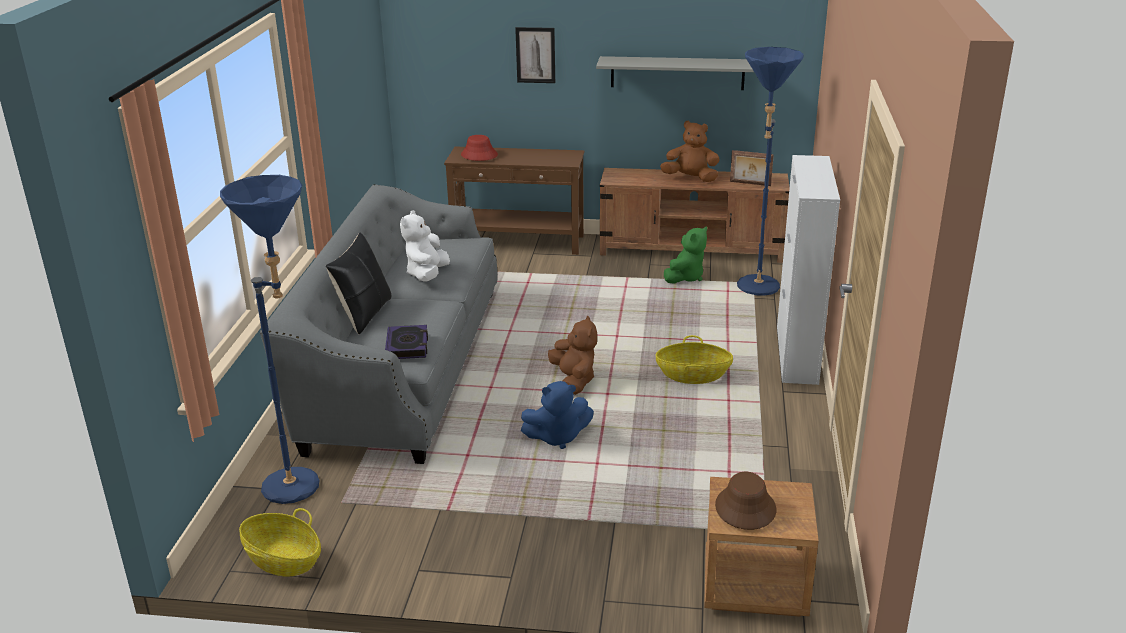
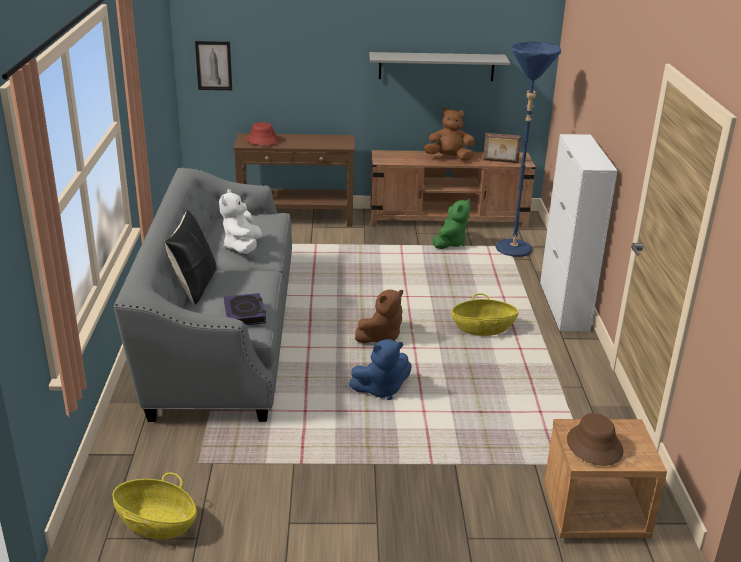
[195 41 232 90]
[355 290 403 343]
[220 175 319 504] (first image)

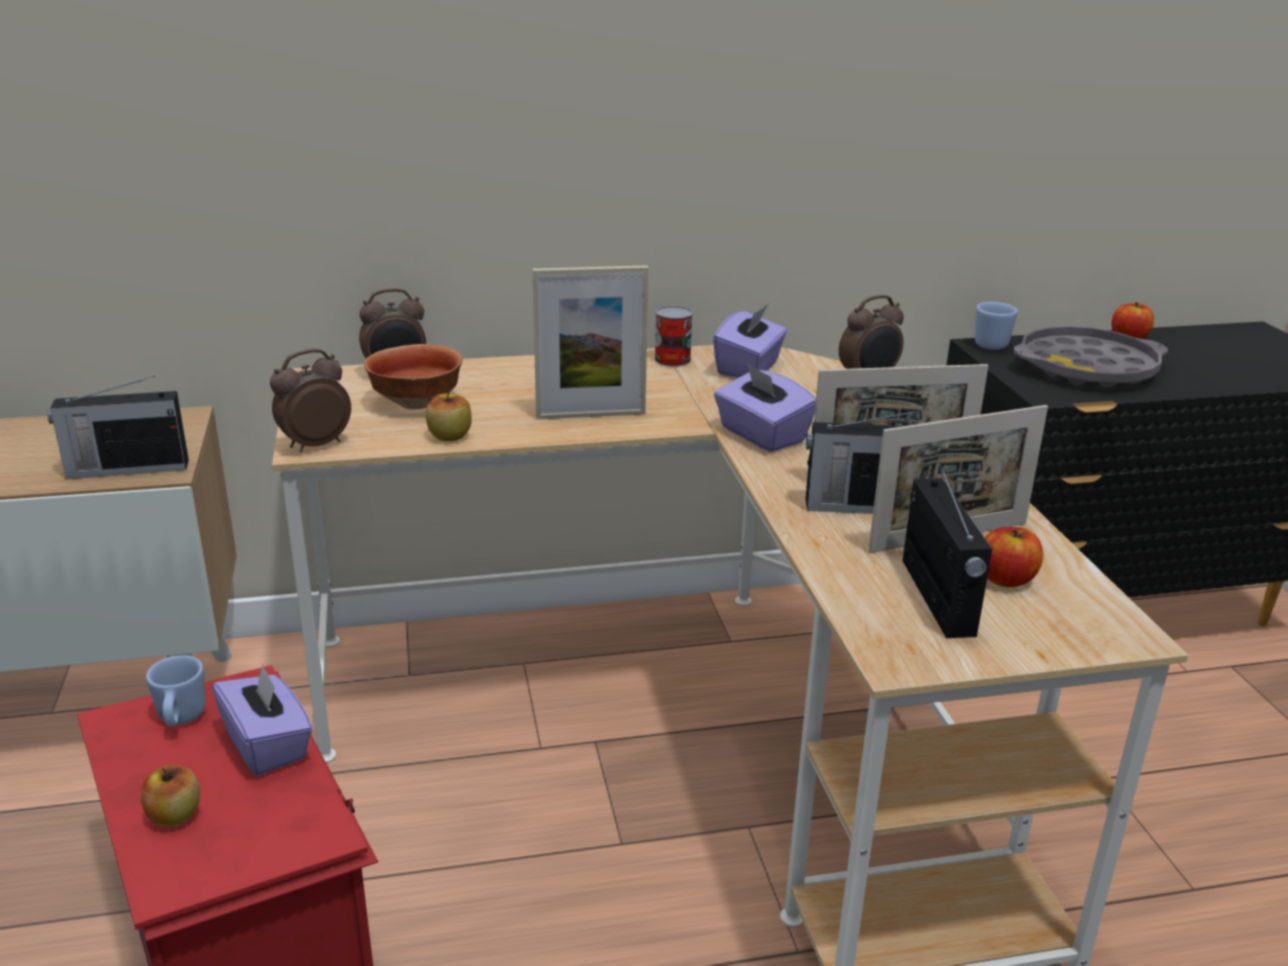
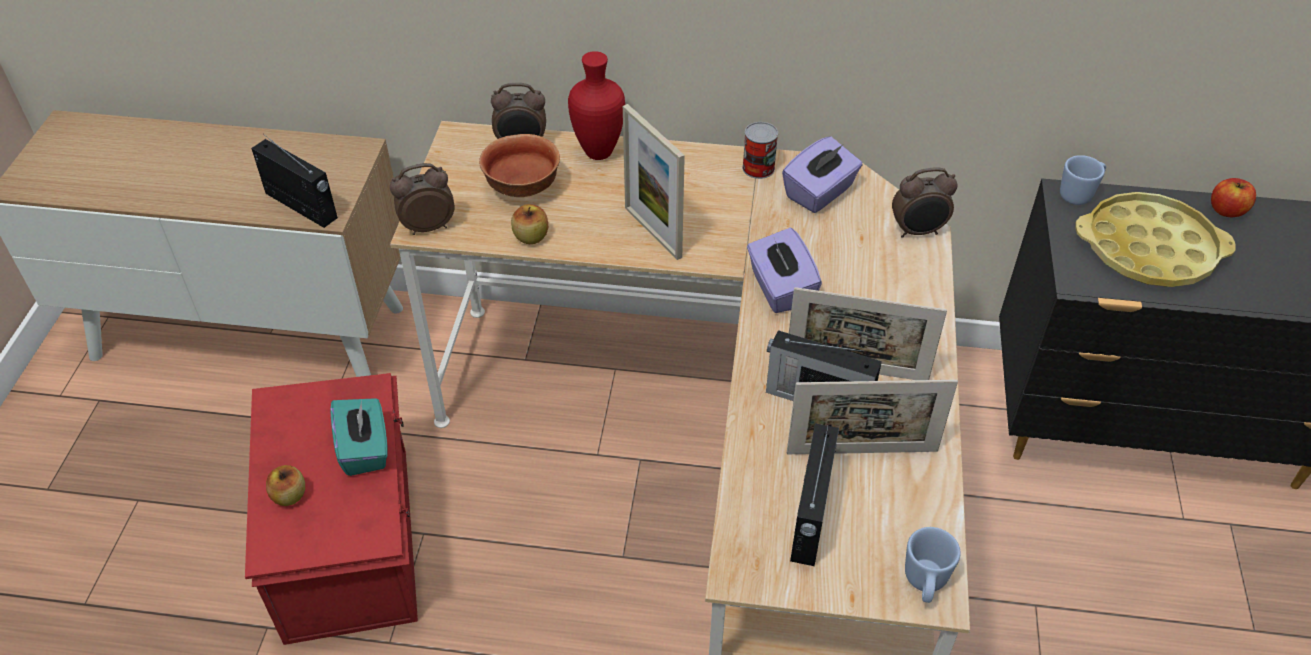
[251 134 338 228]
[330 398 387 476]
[568 51 625 160]
[623 104 685 260]
[905 527 960 603]
[1075 192 1236 287]
[985 527 1043 587] (first image)

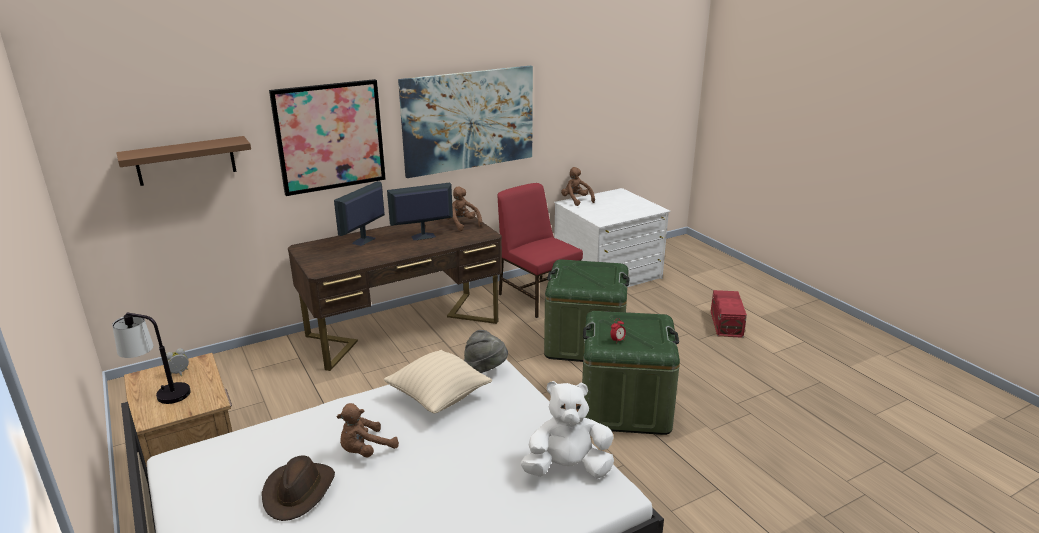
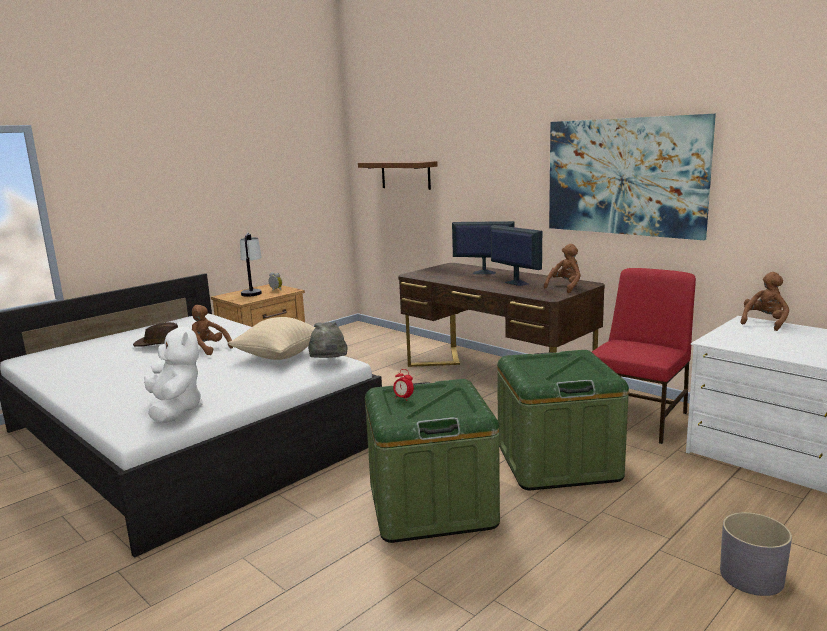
[720 512 792 596]
[269 79 386 196] (first image)

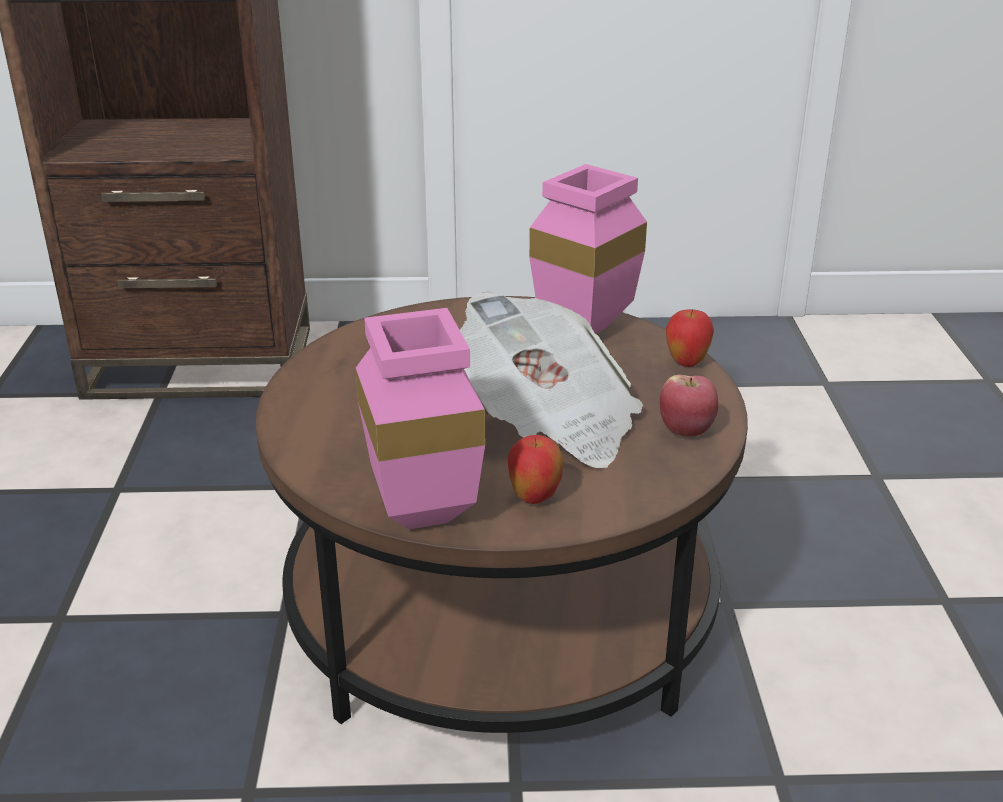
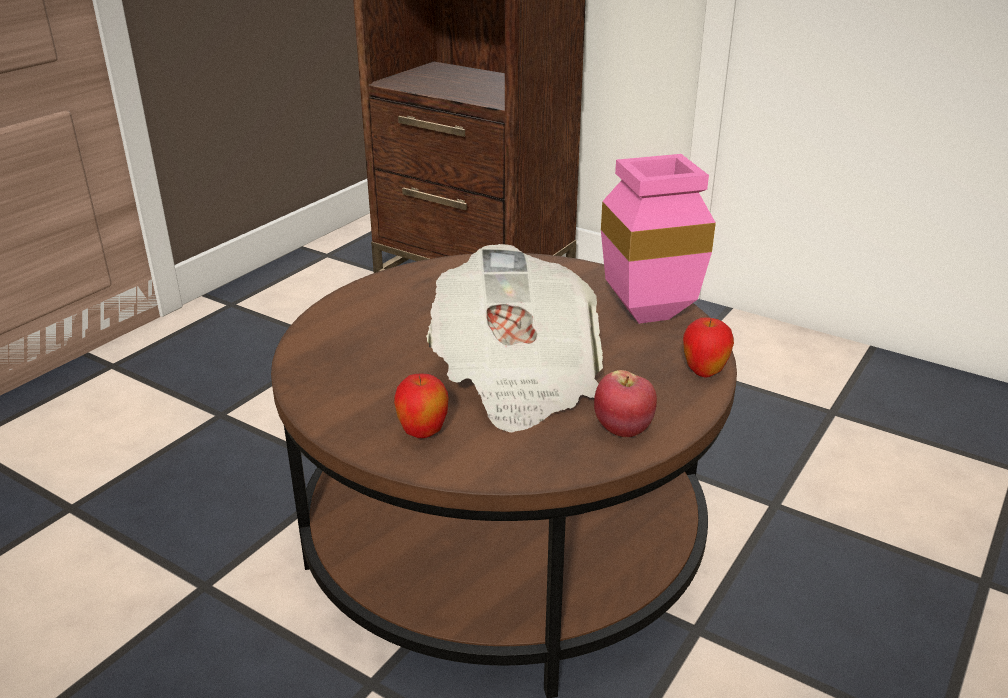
[356 308 485 529] (first image)

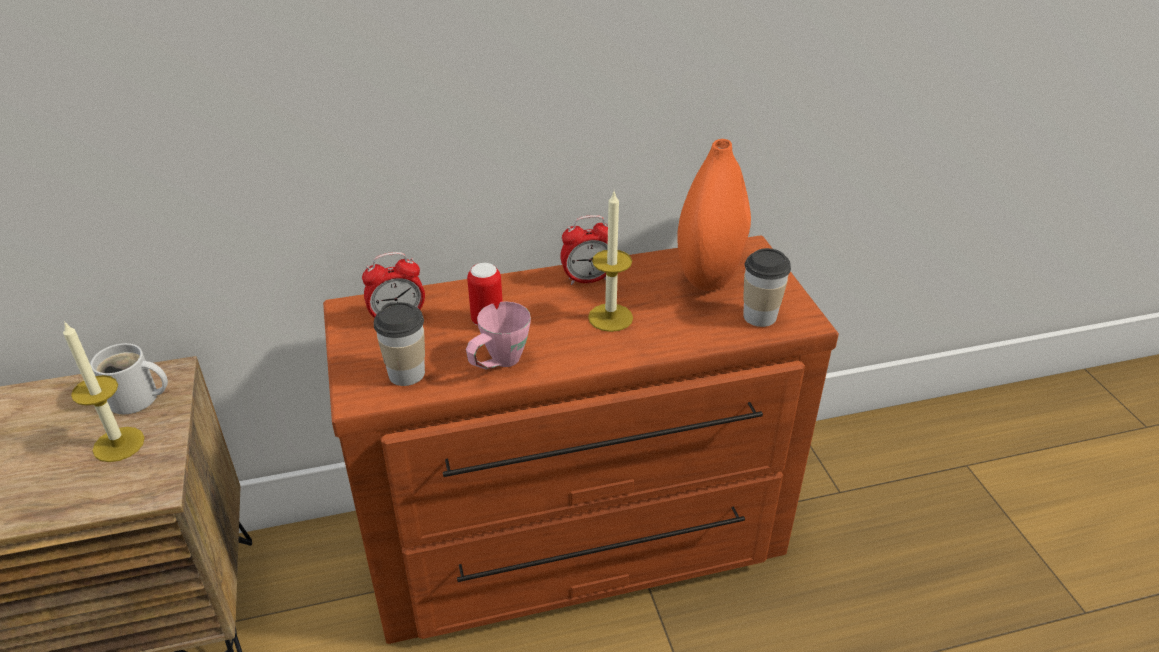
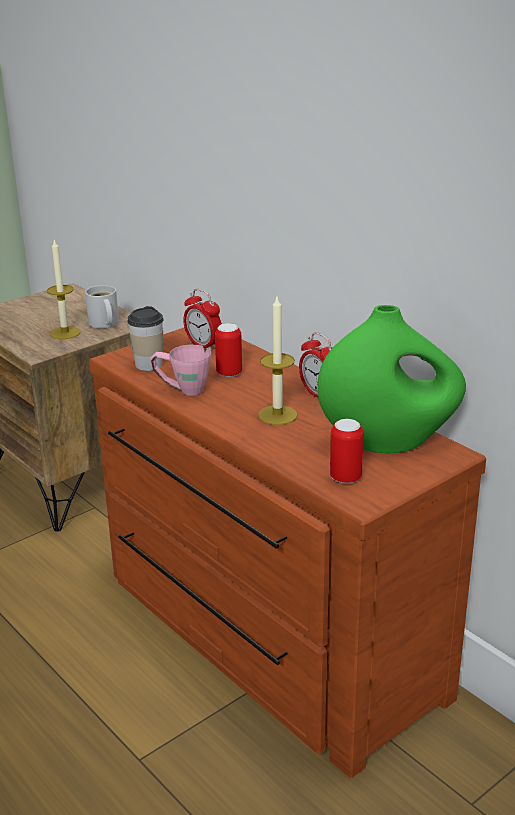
[317 305 466 453]
[330 419 364 484]

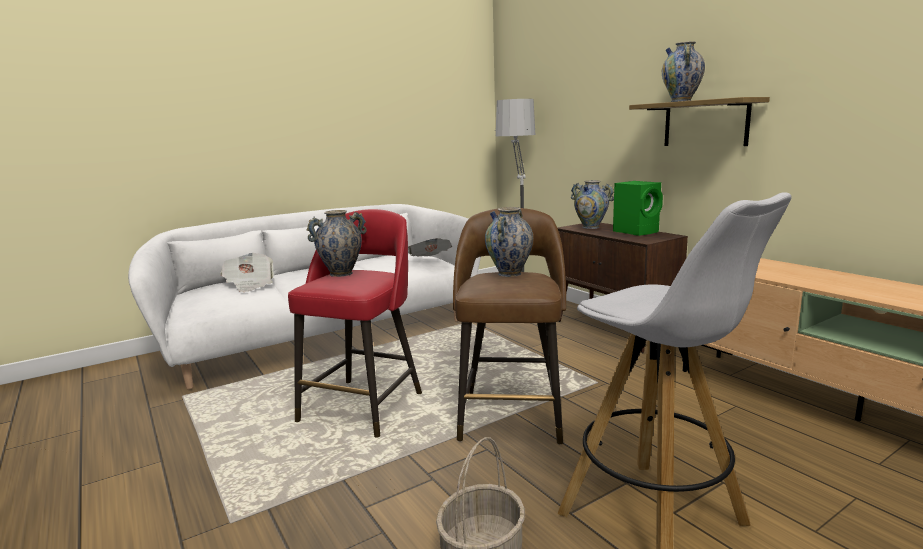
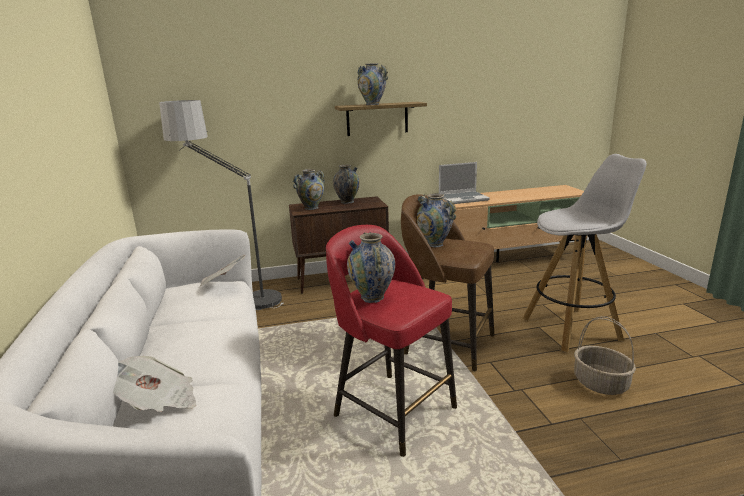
[333 164 360 204]
[439 162 490 204]

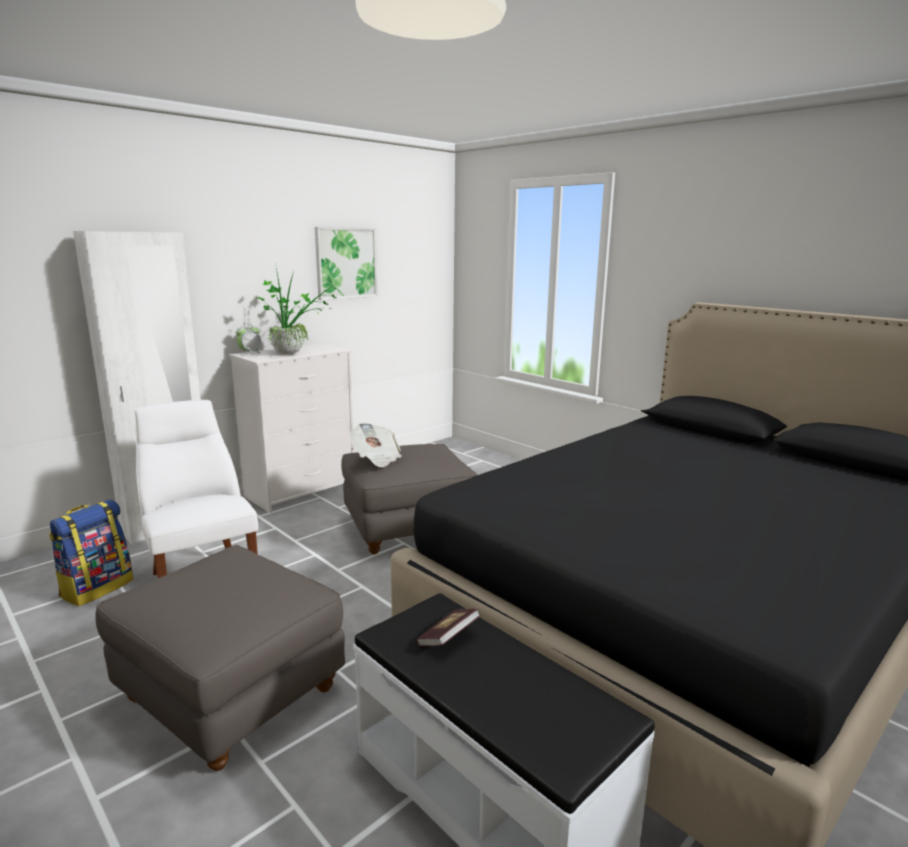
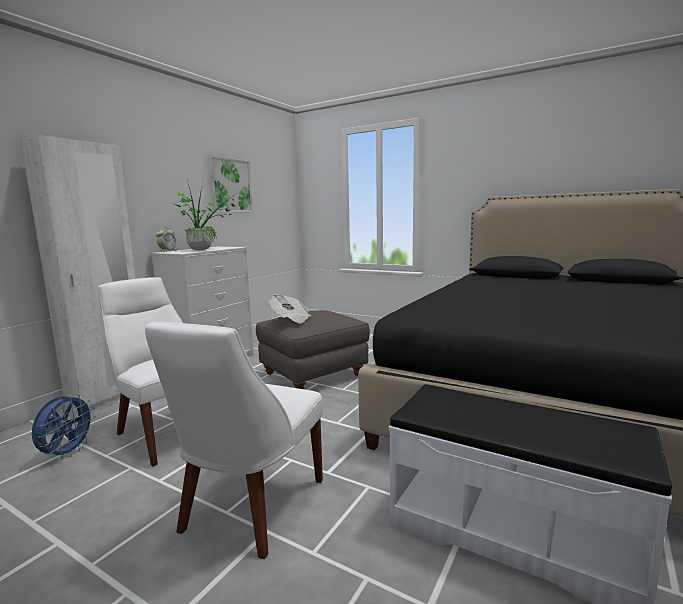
[32 393 96 459]
[145 321 323 559]
[416 609 480 646] (first image)

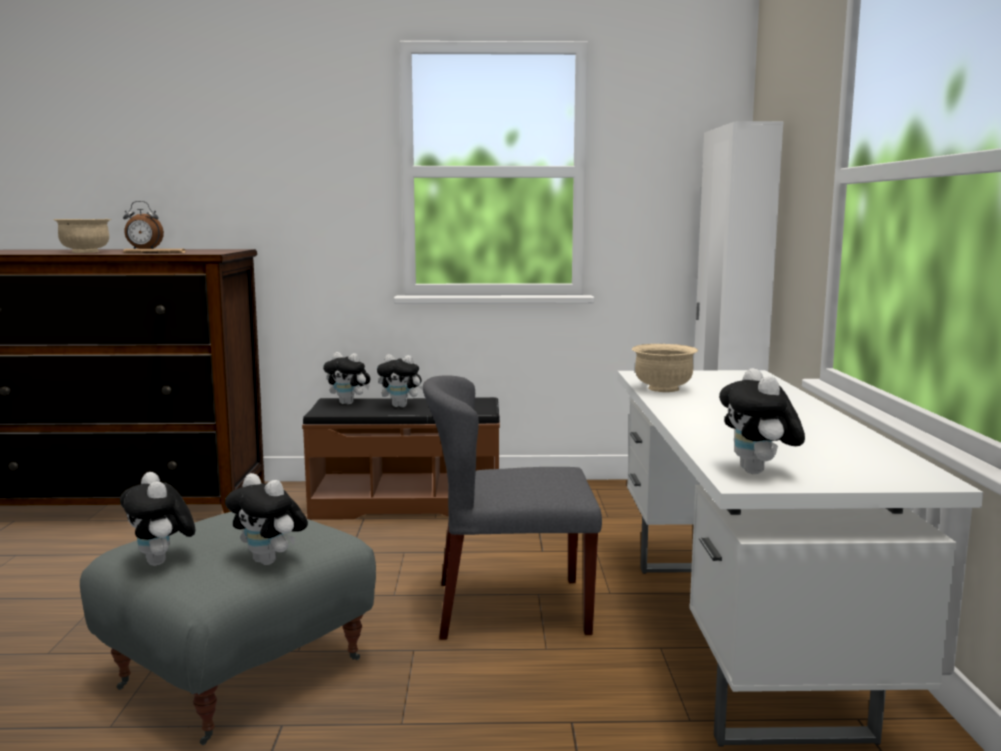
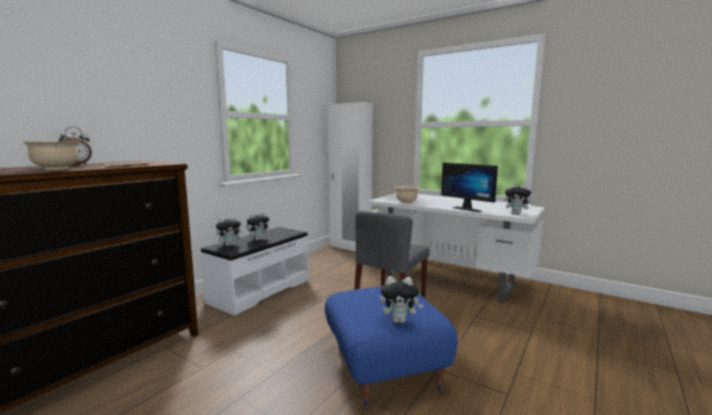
[200 227 309 316]
[325 286 458 409]
[441 162 498 212]
[225 473 308 565] (first image)

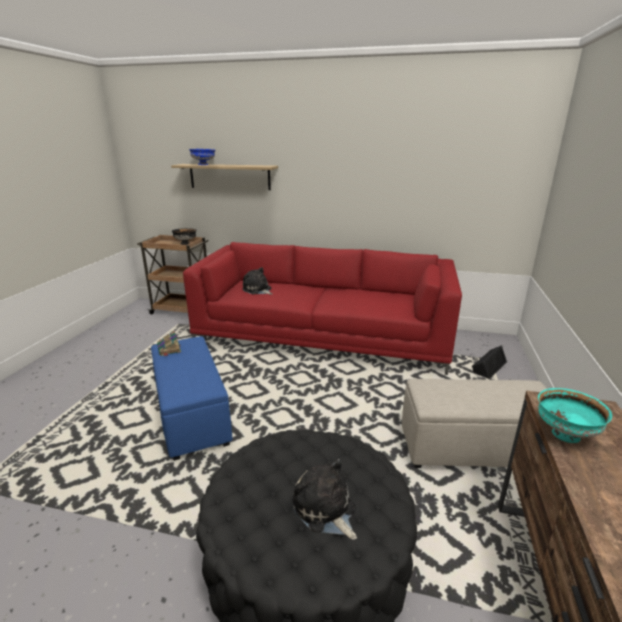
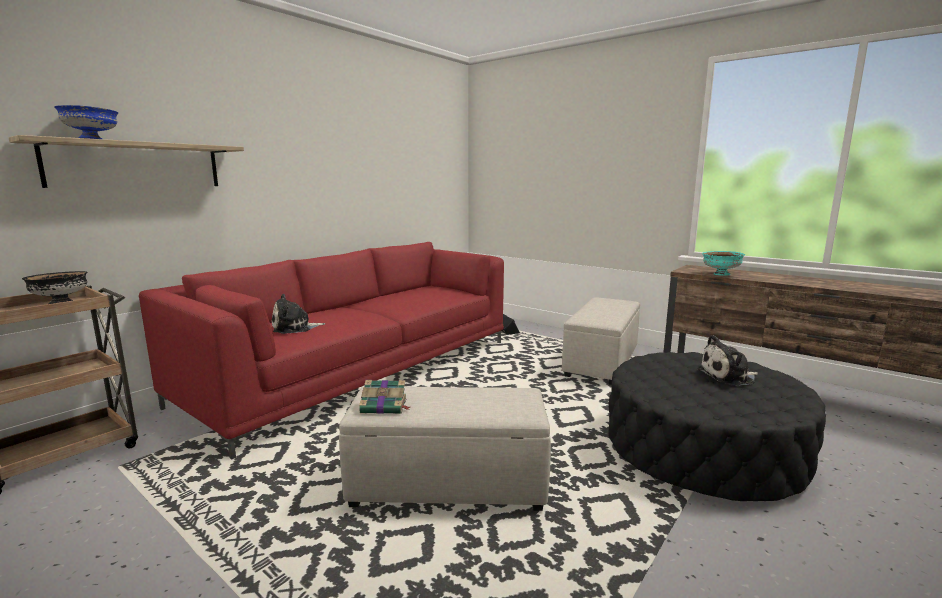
[339 386 551 511]

